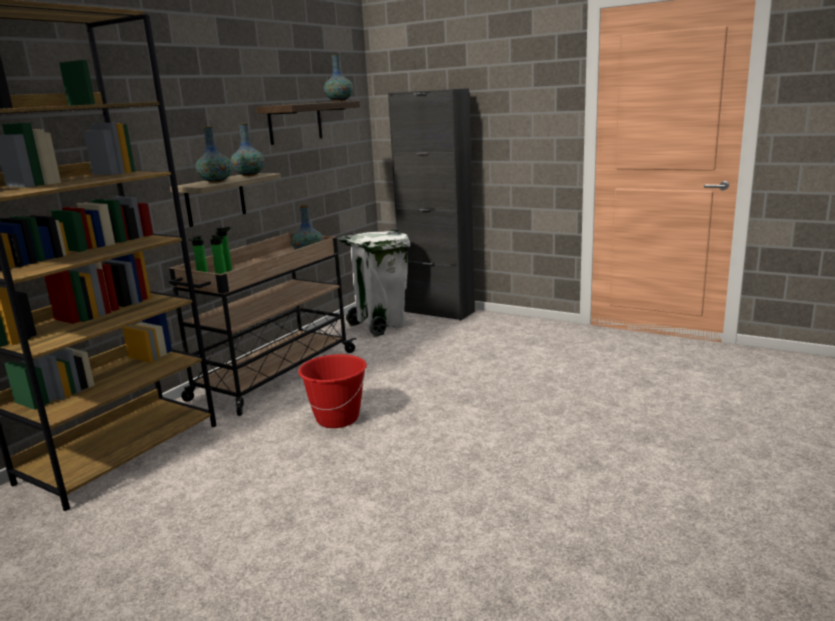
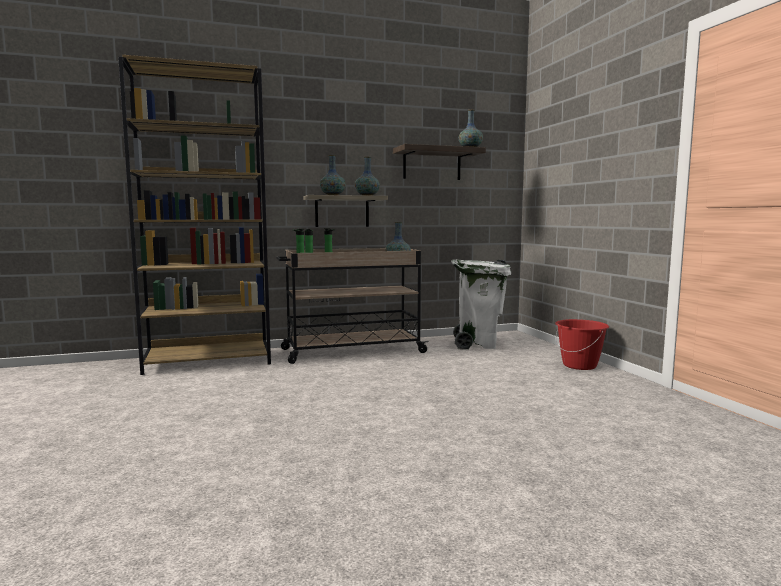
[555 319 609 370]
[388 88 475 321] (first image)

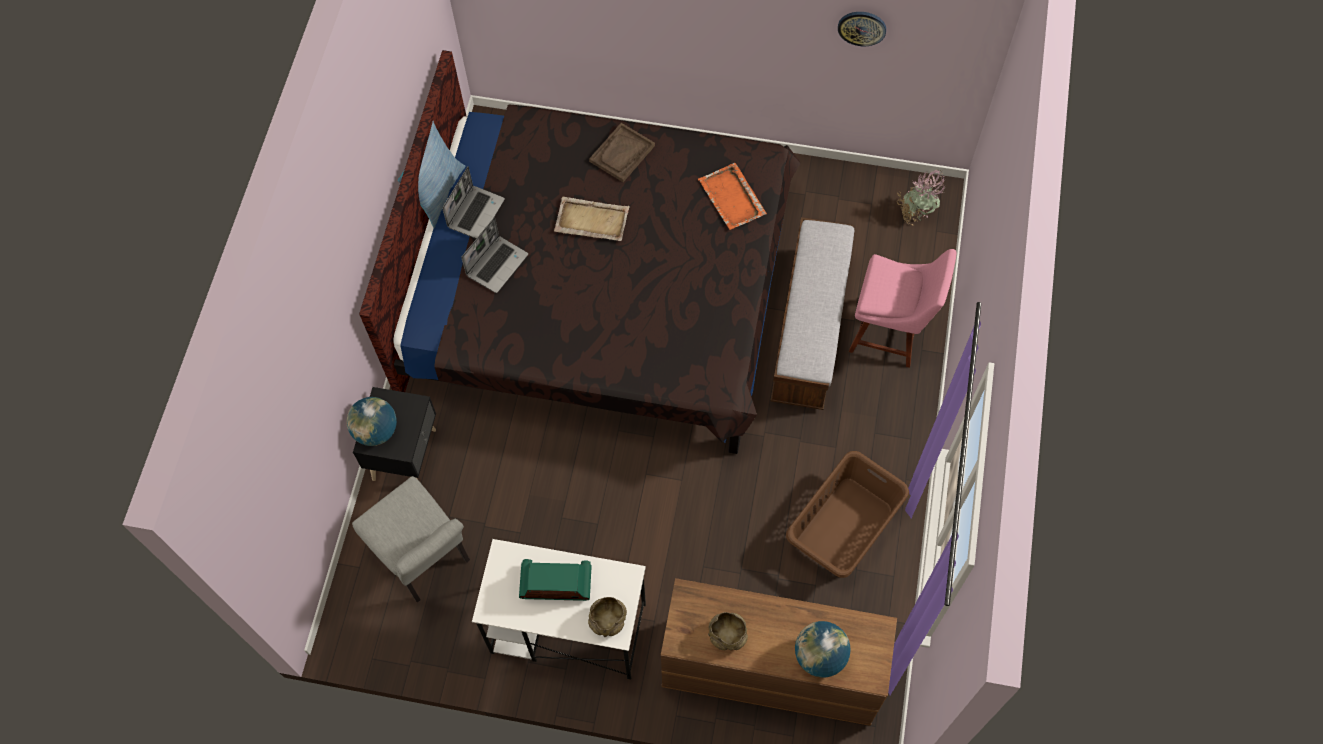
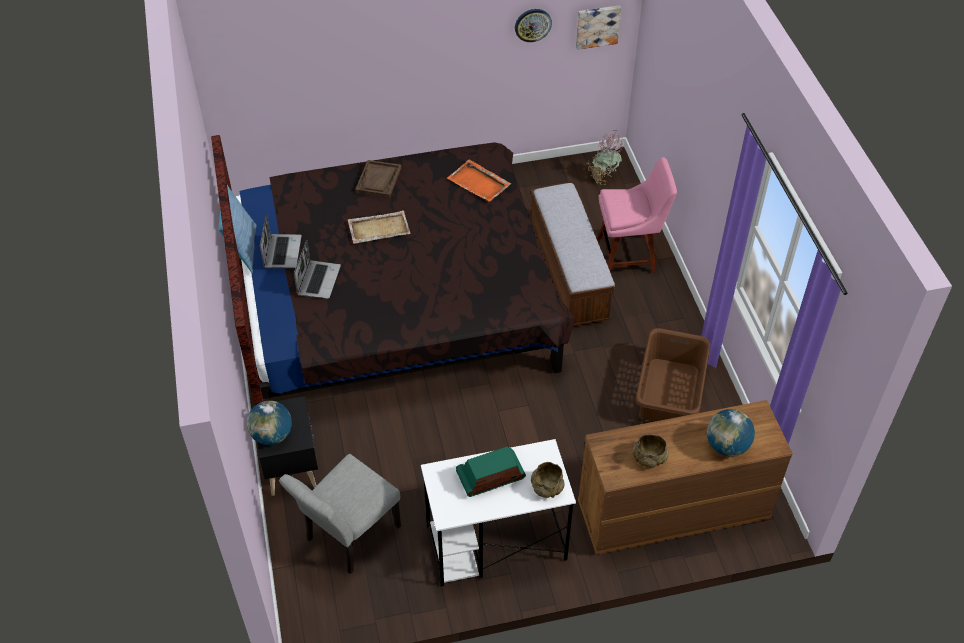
[279 454 401 574]
[576 5 621 50]

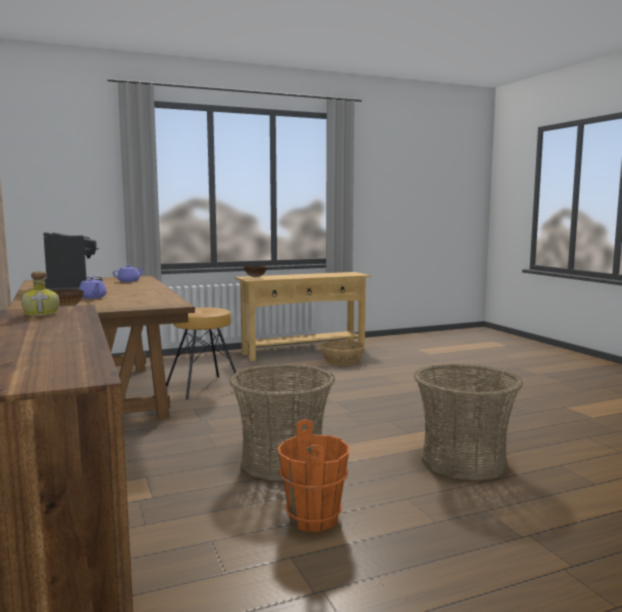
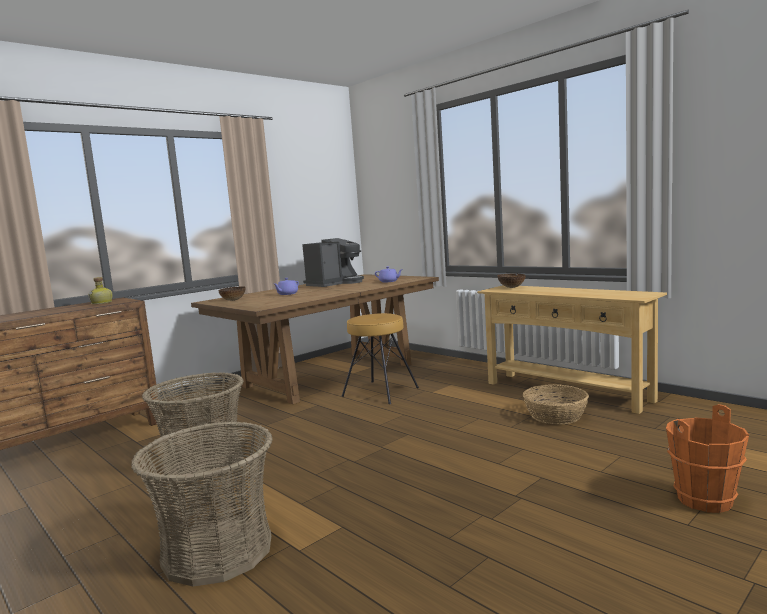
[666 404 749 513]

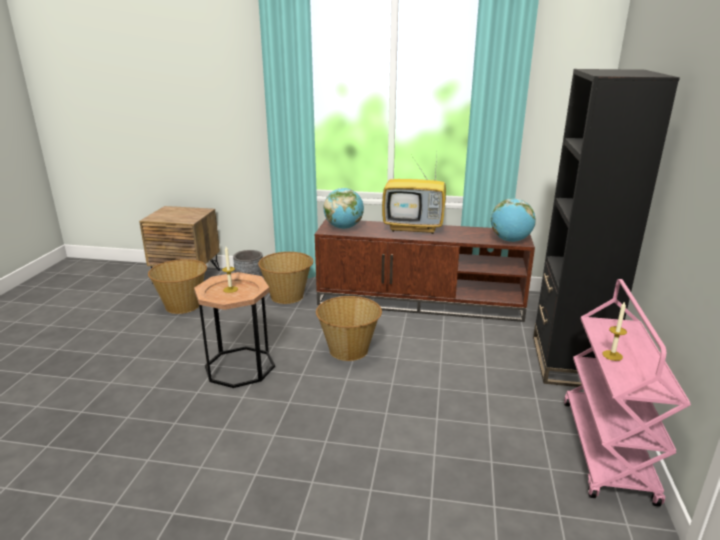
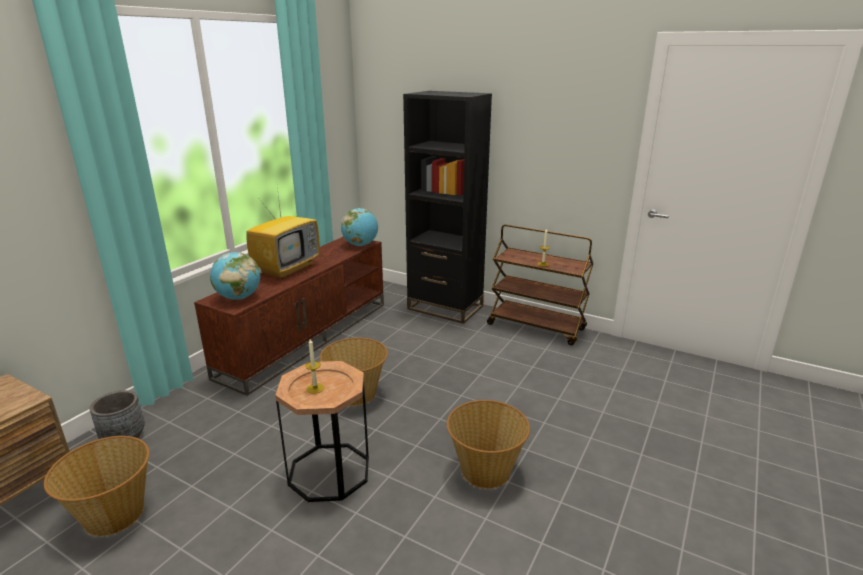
[447 400 530 489]
[487 224 593 345]

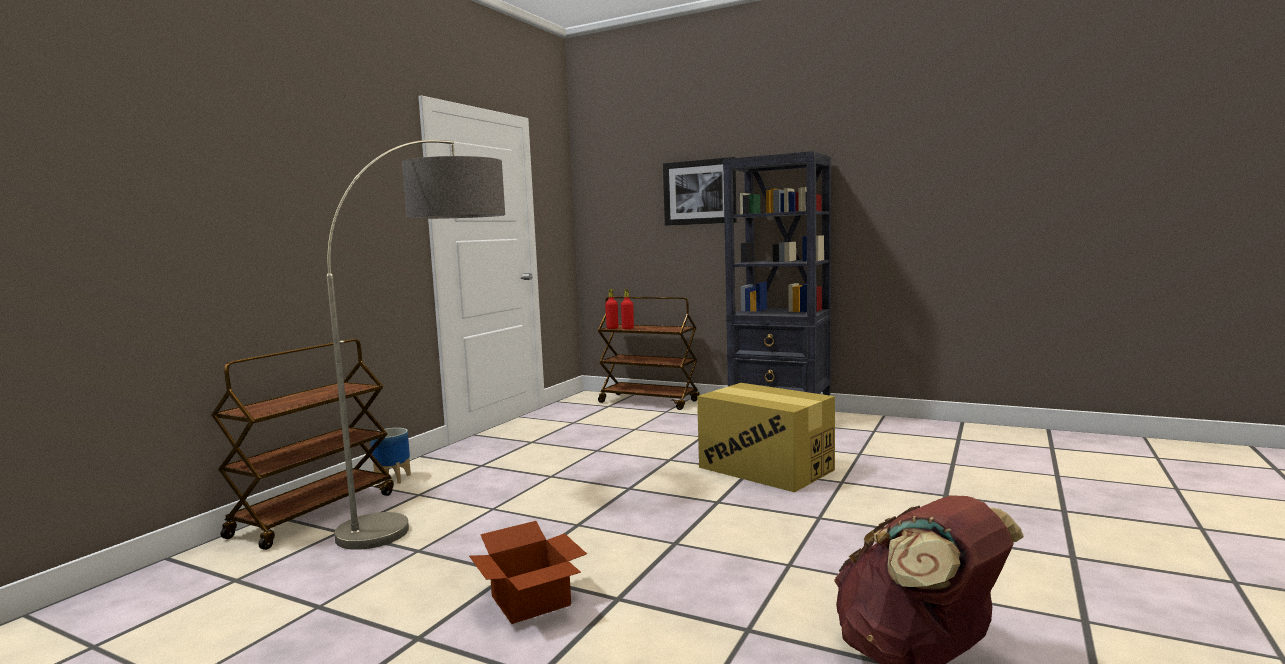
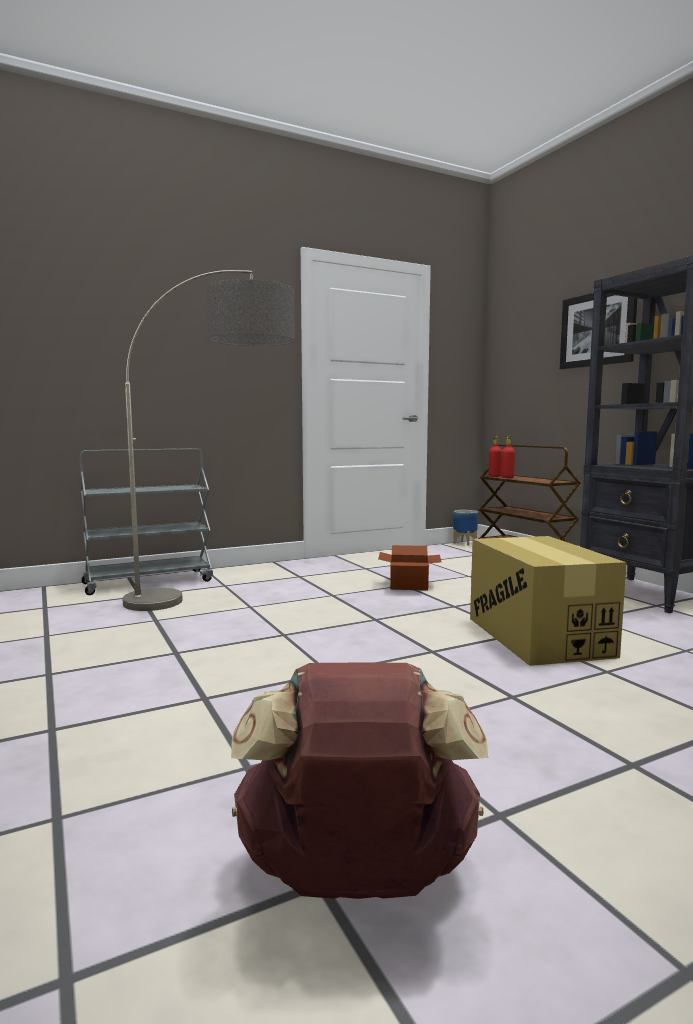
[80 448 213 595]
[378 545 442 591]
[453 510 478 546]

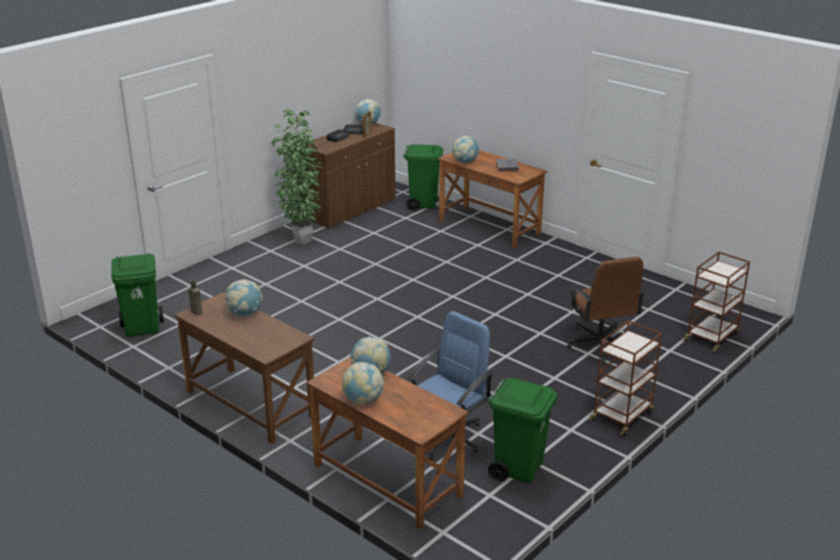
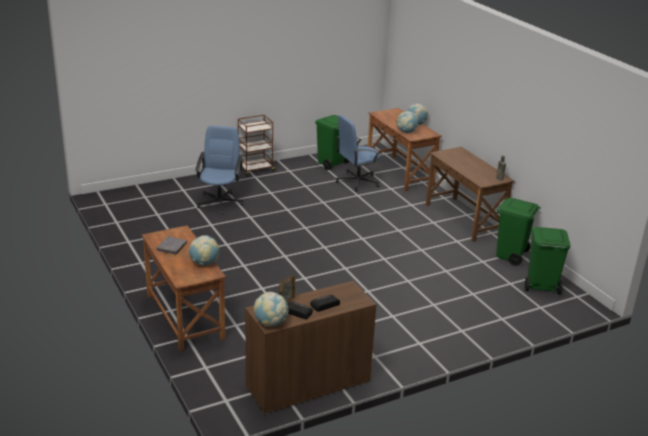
[195 126 244 214]
[496 198 541 266]
[225 279 263 316] (first image)
[271 109 324 244] (first image)
[683 252 750 353] (first image)

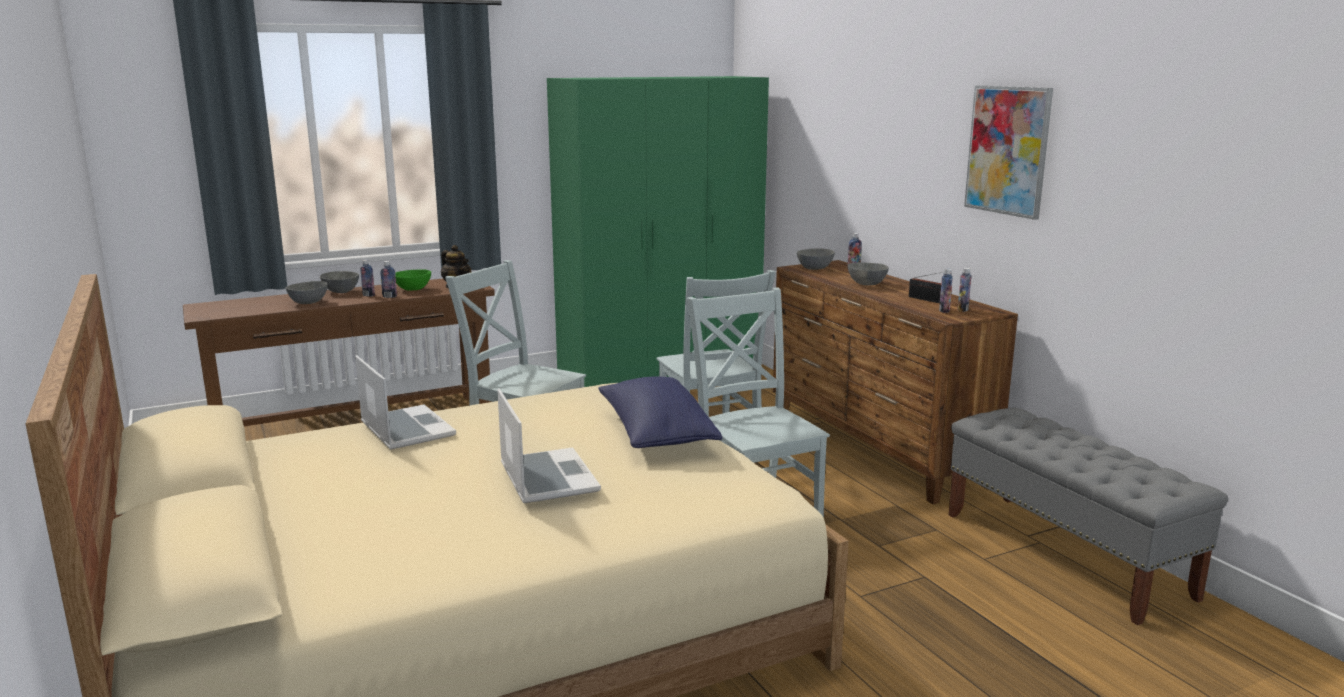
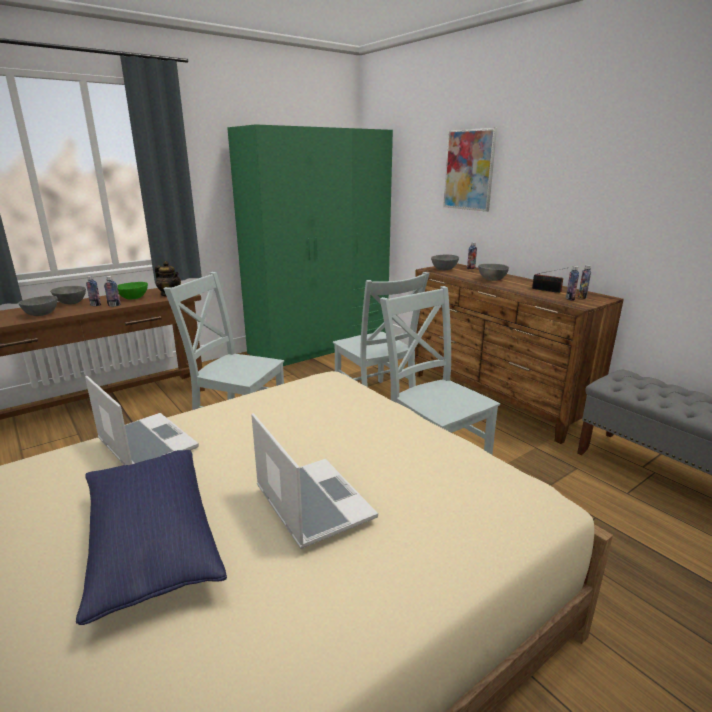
[76 450 227 625]
[443 128 497 212]

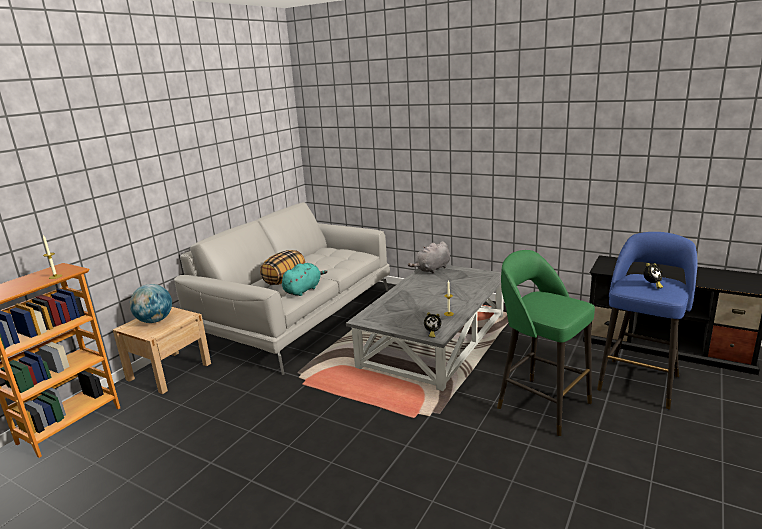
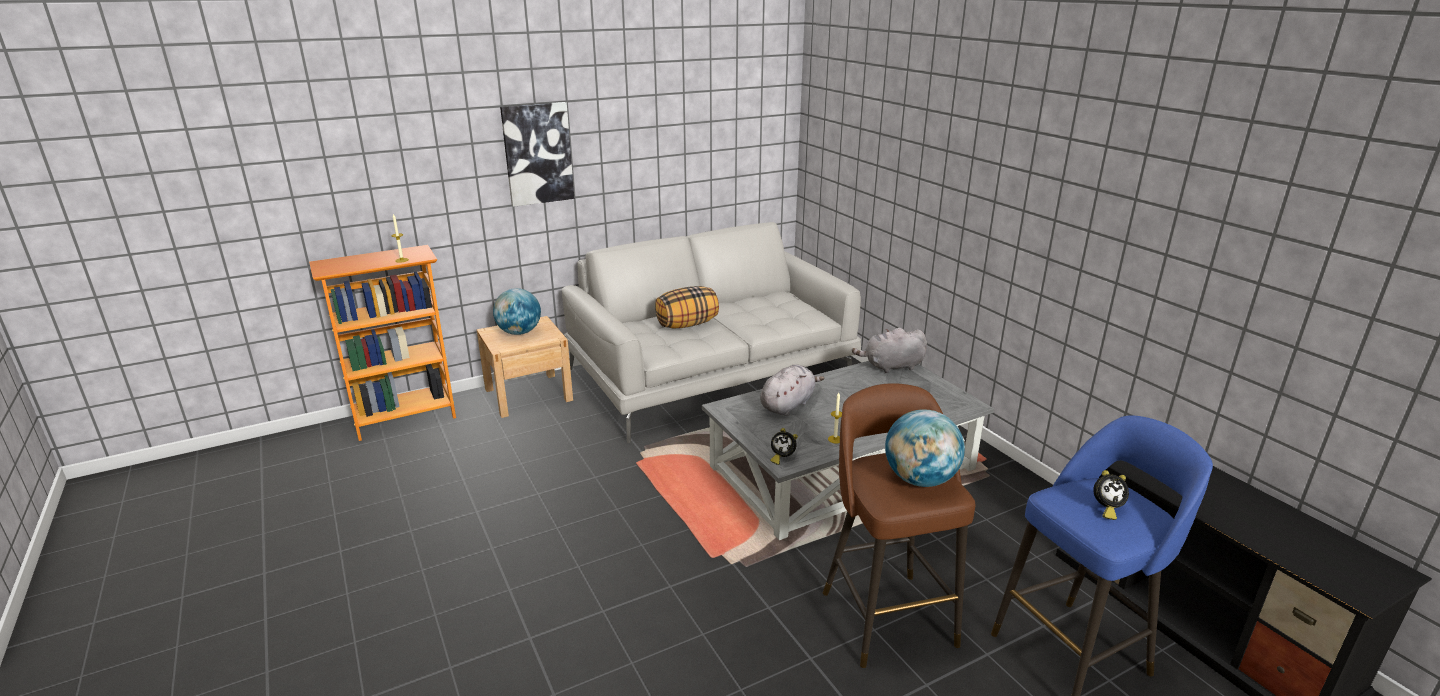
[500 102 574 207]
[760 364 824 416]
[823 383 975 668]
[885 409 965 487]
[282 263 328 296] (first image)

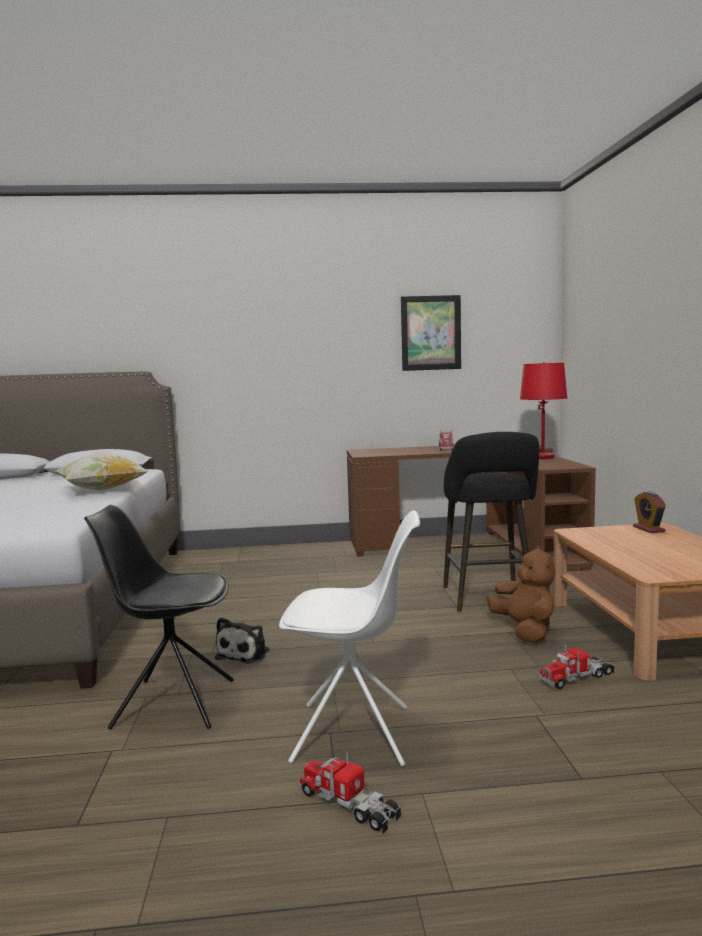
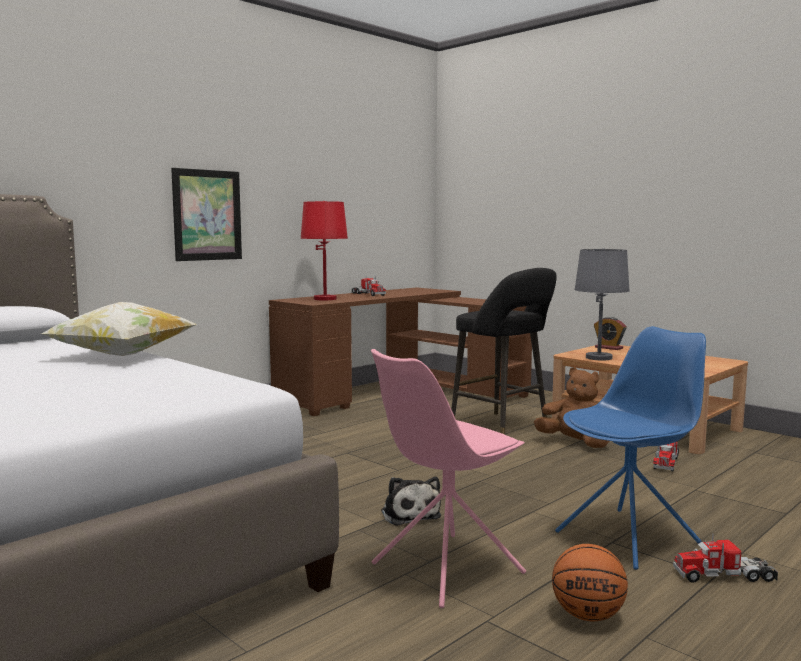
[171 168 242 261]
[301 201 348 300]
[371 349 526 608]
[552 544 628 621]
[555 326 706 570]
[575 248 629 360]

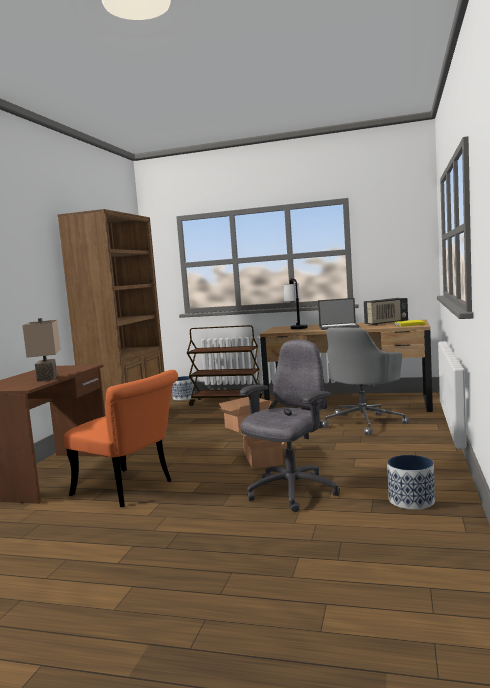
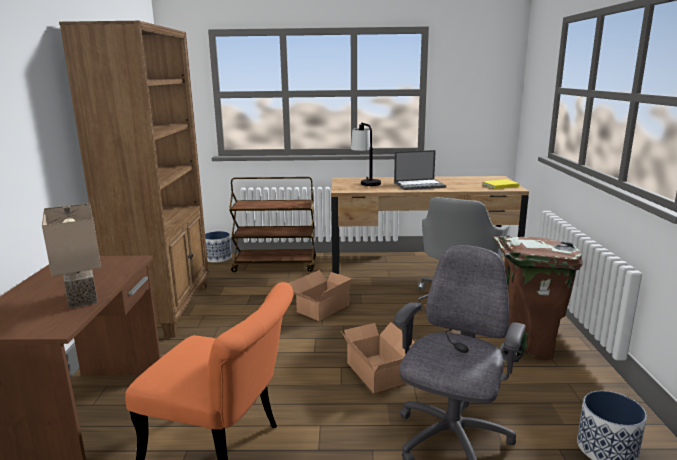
[493 236 583 363]
[364 298 408 325] (first image)

